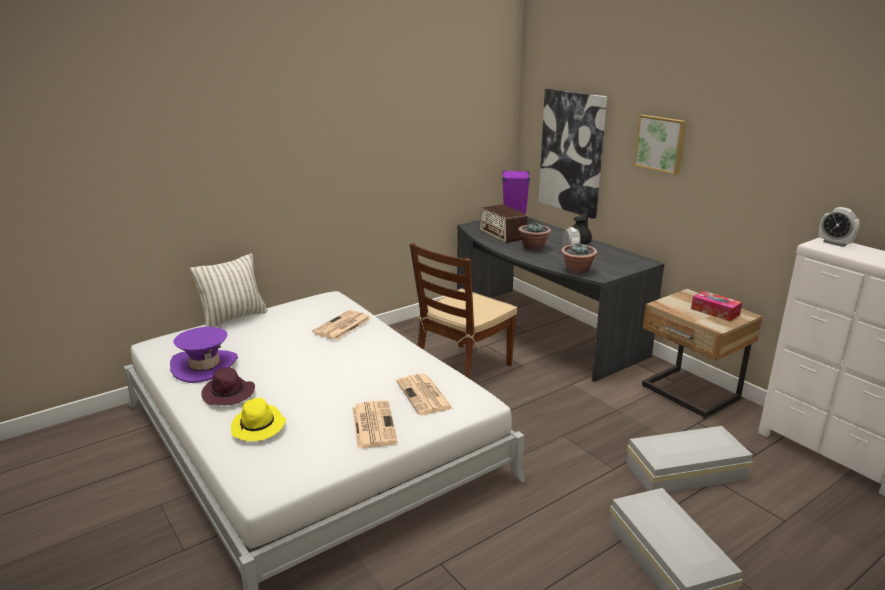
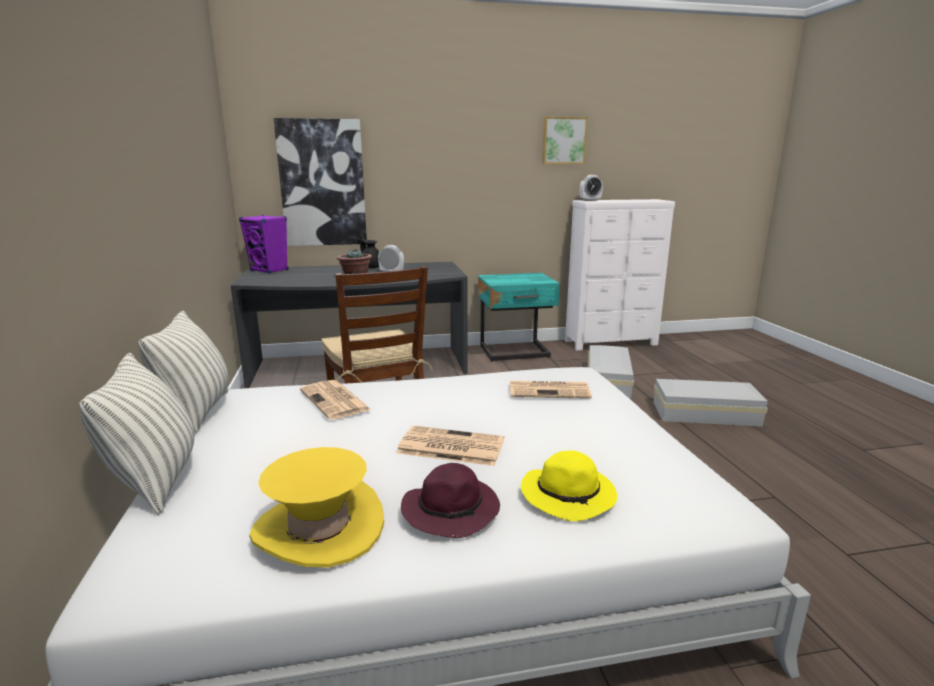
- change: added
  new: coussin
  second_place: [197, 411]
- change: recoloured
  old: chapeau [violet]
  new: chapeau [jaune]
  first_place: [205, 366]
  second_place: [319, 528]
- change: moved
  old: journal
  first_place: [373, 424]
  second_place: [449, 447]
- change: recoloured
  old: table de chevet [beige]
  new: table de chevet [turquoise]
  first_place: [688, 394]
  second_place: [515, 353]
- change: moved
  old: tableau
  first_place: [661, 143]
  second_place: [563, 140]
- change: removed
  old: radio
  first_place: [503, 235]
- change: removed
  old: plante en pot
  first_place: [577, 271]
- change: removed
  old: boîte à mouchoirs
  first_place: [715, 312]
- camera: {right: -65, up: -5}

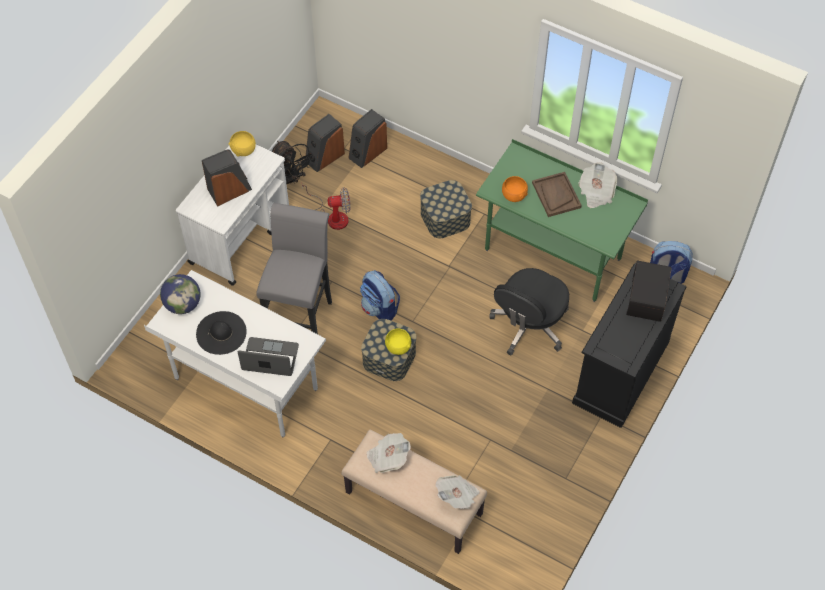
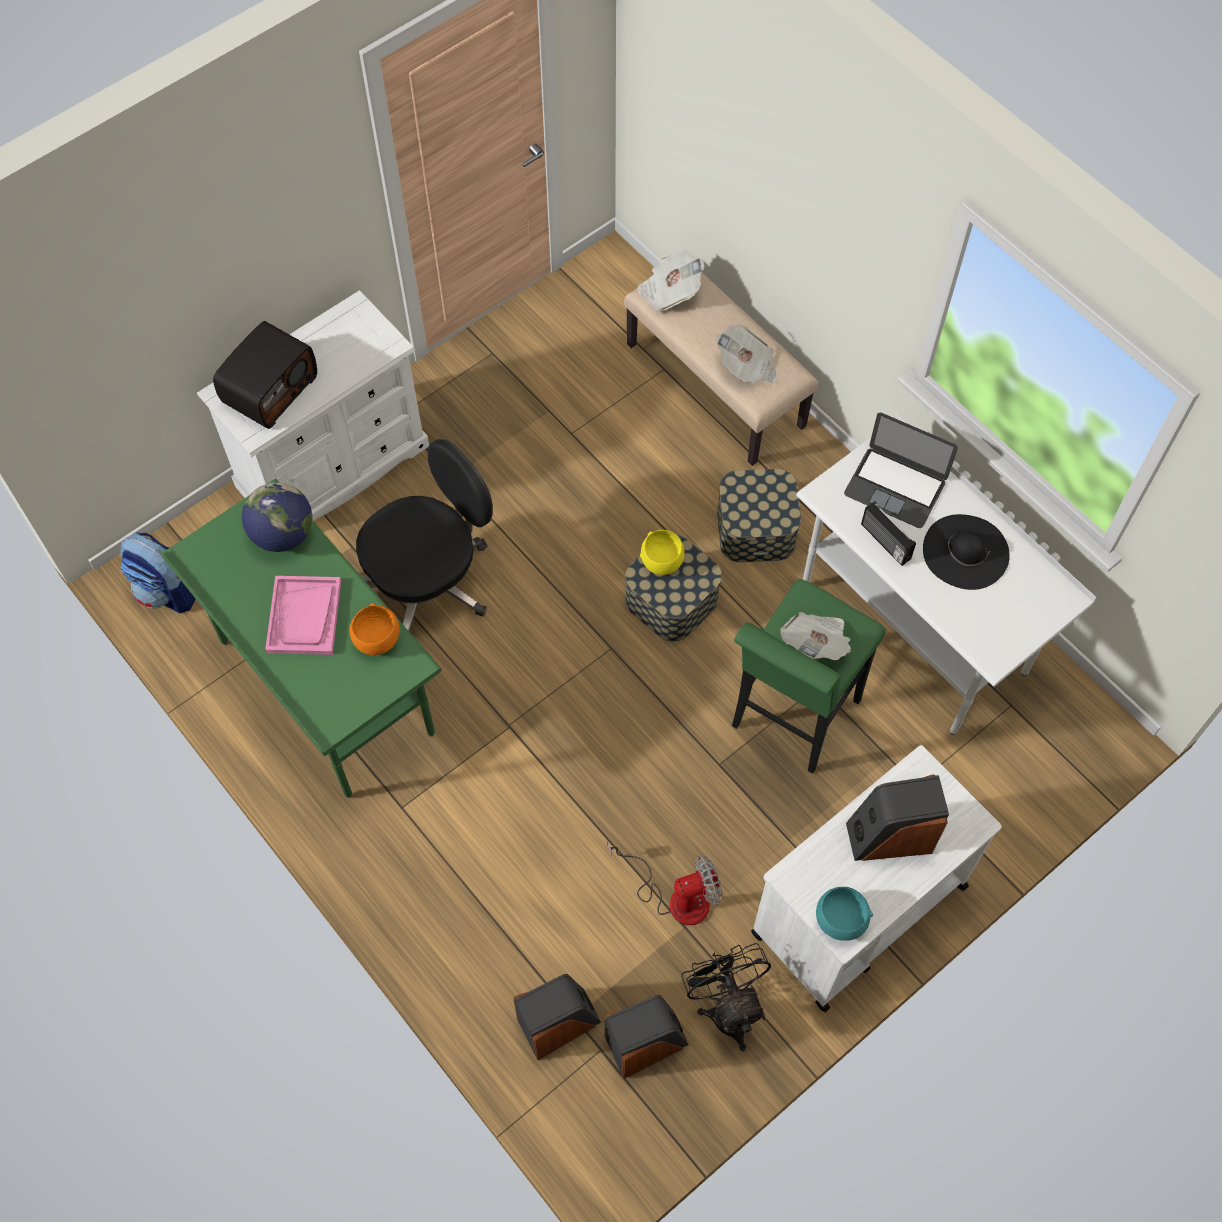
- change: recoloured
  old: commode [noir]
  new: commode [blanc]
  first_place: [620, 372]
  second_place: [333, 466]
- change: moved
  old: globe
  first_place: [183, 304]
  second_place: [283, 534]
- change: recoloured
  old: plateau [marron]
  new: plateau [rose]
  first_place: [556, 195]
  second_place: [304, 617]
- change: turned
  old: ventilateur
  first_place: [332, 216]
  second_place: [676, 897]
  degrees: 150
- change: moved
  old: boîte de rangement
  first_place: [445, 217]
  second_place: [756, 528]
- change: recoloured
  old: tabouret [gris]
  new: tabouret [vert]
  first_place: [301, 314]
  second_place: [790, 720]
- change: moved
  old: journal
  first_place: [596, 192]
  second_place: [816, 644]
- change: recoloured
  old: bol [jaune]
  new: bol [turquoise]
  first_place: [244, 150]
  second_place: [839, 920]
- change: added
  new: radio
  second_place: [884, 542]
- change: removed
  old: sac à dos
  first_place: [379, 308]
- camera: {right: -160, up: 5}

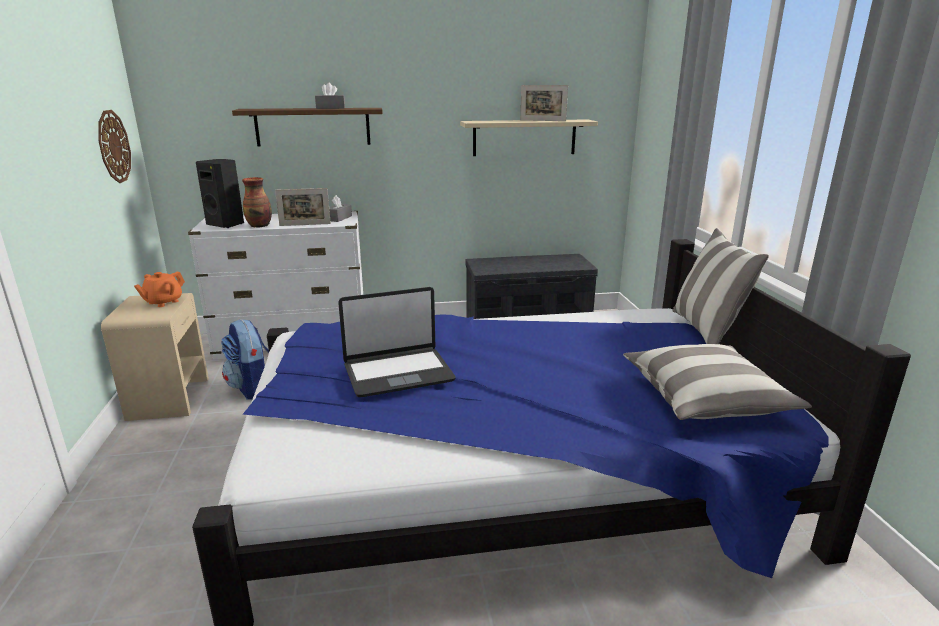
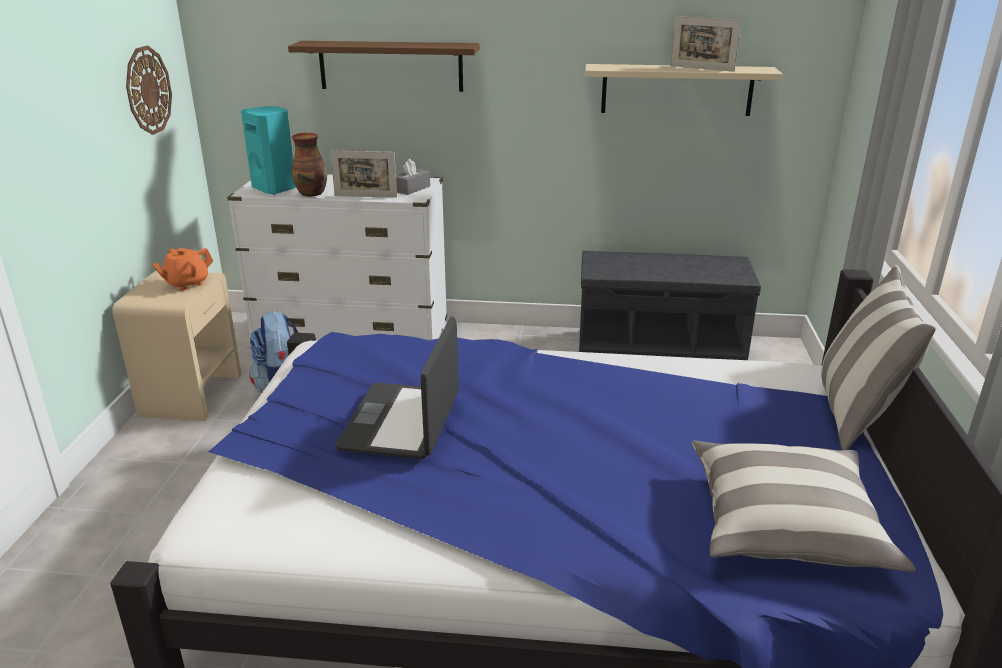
- change: recoloured
  old: enceinte [noir]
  new: enceinte [turquoise]
  first_place: [227, 224]
  second_place: [276, 188]
- change: turned
  old: ordinateur portable
  first_place: [398, 373]
  second_place: [402, 422]
  degrees: 105
- change: removed
  old: boîte à mouchoirs [gris]
  first_place: [330, 108]
- camera: {right: 15, up: 5}

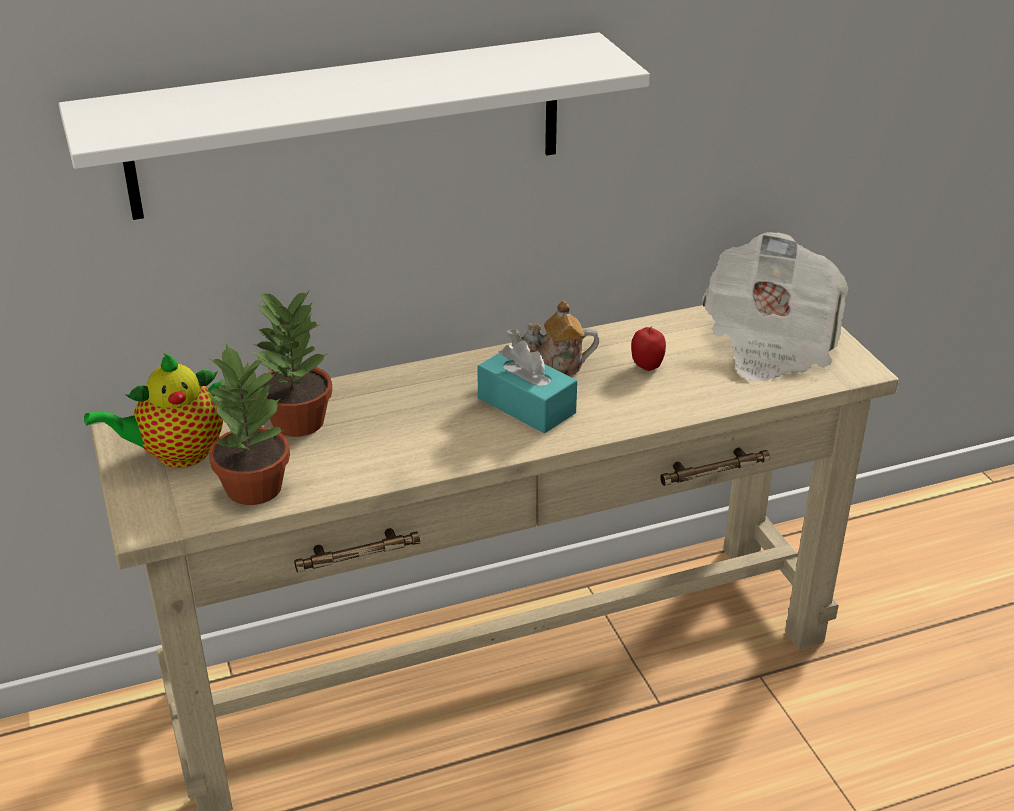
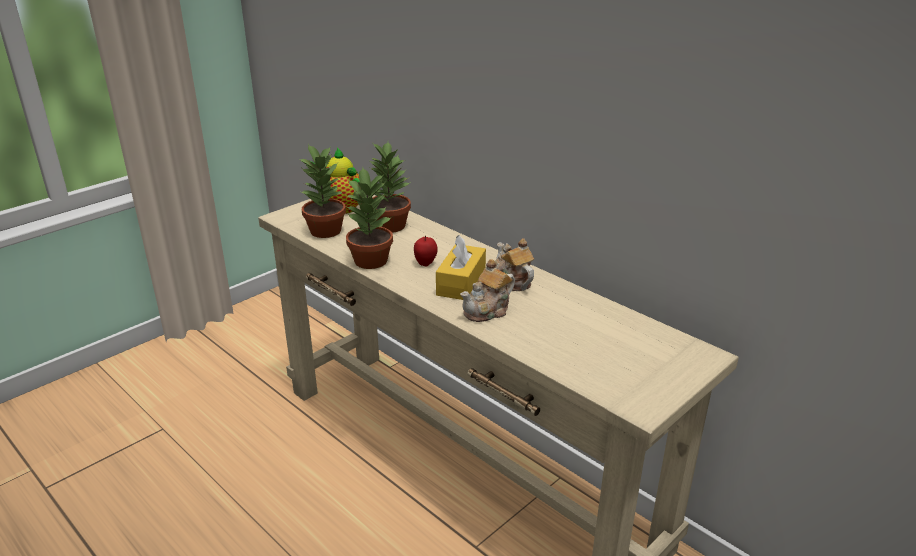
- change: added
  new: plante en pot
  second_place: [371, 260]
- change: moved
  old: pomme
  first_place: [647, 366]
  second_place: [425, 263]
- change: recoloured
  old: boîte à mouchoirs [turquoise]
  new: boîte à mouchoirs [jaune]
  first_place: [526, 405]
  second_place: [461, 283]
- change: added
  new: théière
  second_place: [488, 311]
- change: removed
  old: étagère [blanc]
  first_place: [348, 125]
- change: removed
  old: journal
  first_place: [769, 343]
- camera: {right: 65, up: -5}

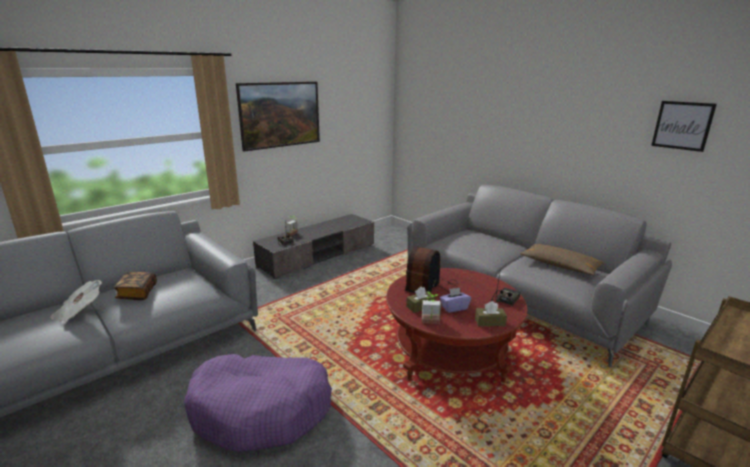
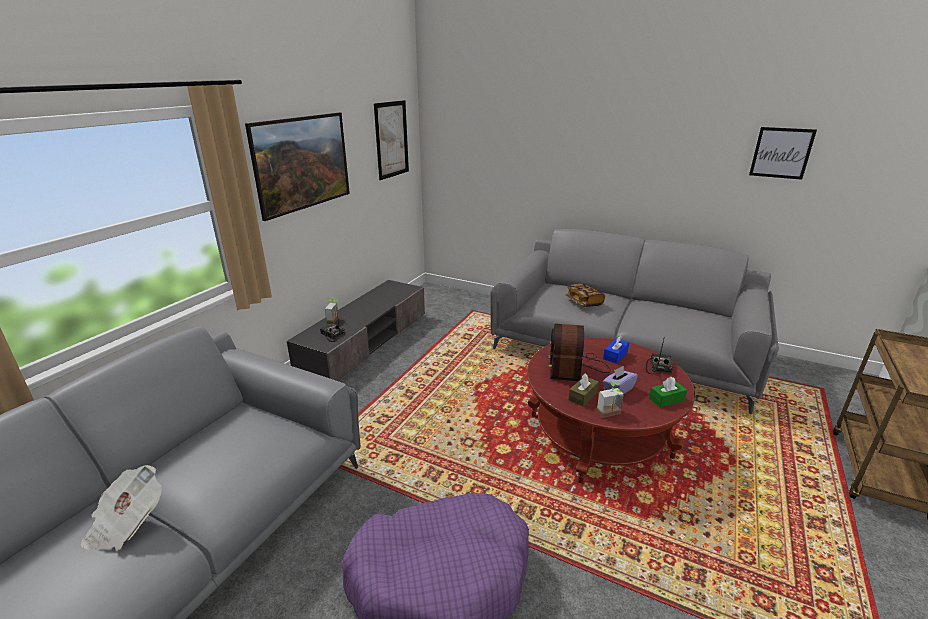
- change: added
  new: tableau
  second_place: [391, 139]
- change: moved
  old: livre
  first_place: [137, 293]
  second_place: [584, 302]
- change: added
  new: boîte à mouchoirs [bleu]
  second_place: [615, 356]
- change: recoloured
  old: boîte à mouchoirs [marron]
  new: boîte à mouchoirs [vert]
  first_place: [490, 322]
  second_place: [666, 399]
- change: removed
  old: coussin [marron]
  first_place: [560, 266]
- camera: {right: -20, up: 5}

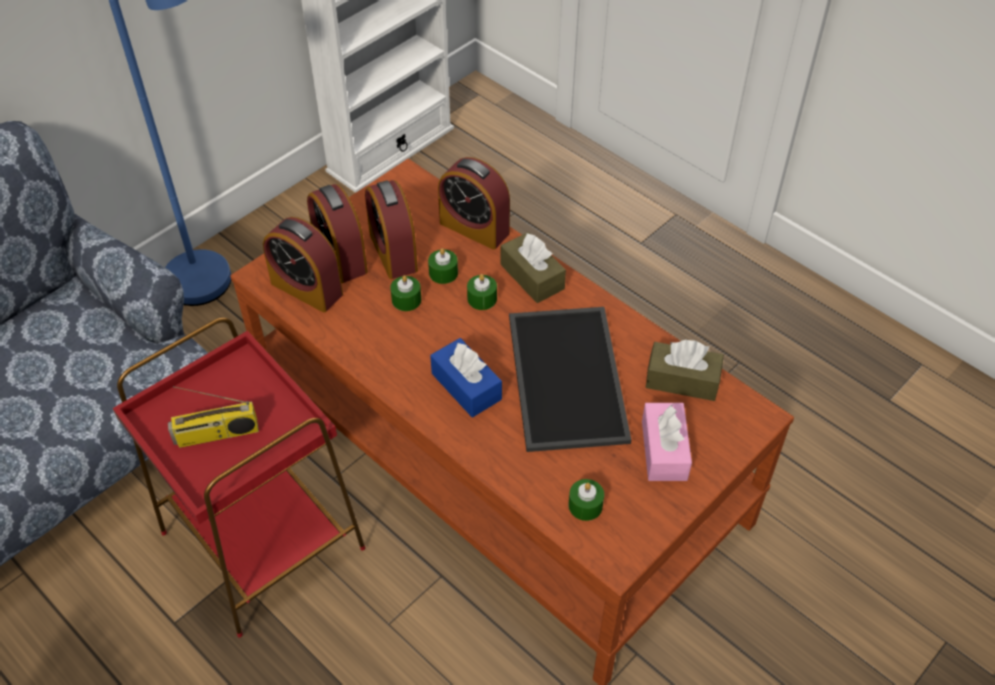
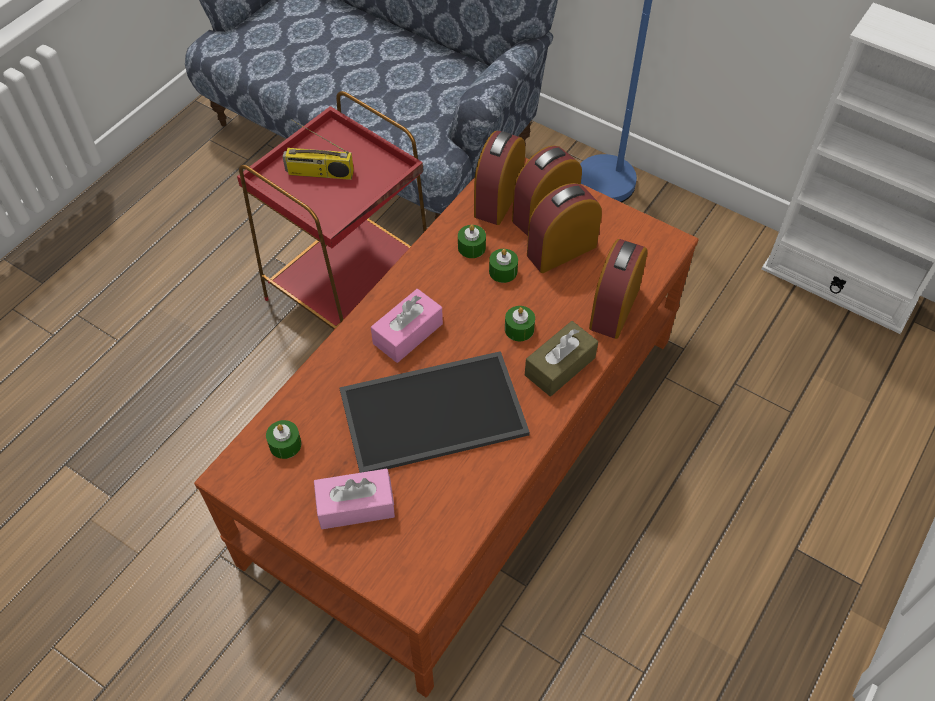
- change: turned
  old: radio
  first_place: [216, 435]
  second_place: [319, 173]
  degrees: -60
- change: recoloured
  old: boîte à mouchoirs [bleu]
  new: boîte à mouchoirs [rose]
  first_place: [466, 386]
  second_place: [408, 333]
- change: moved
  old: bougie [vert]
  first_place: [443, 273]
  second_place: [471, 247]
- change: removed
  old: boîte à mouchoirs [marron]
  first_place: [682, 380]
- camera: {right: 80, up: 5}

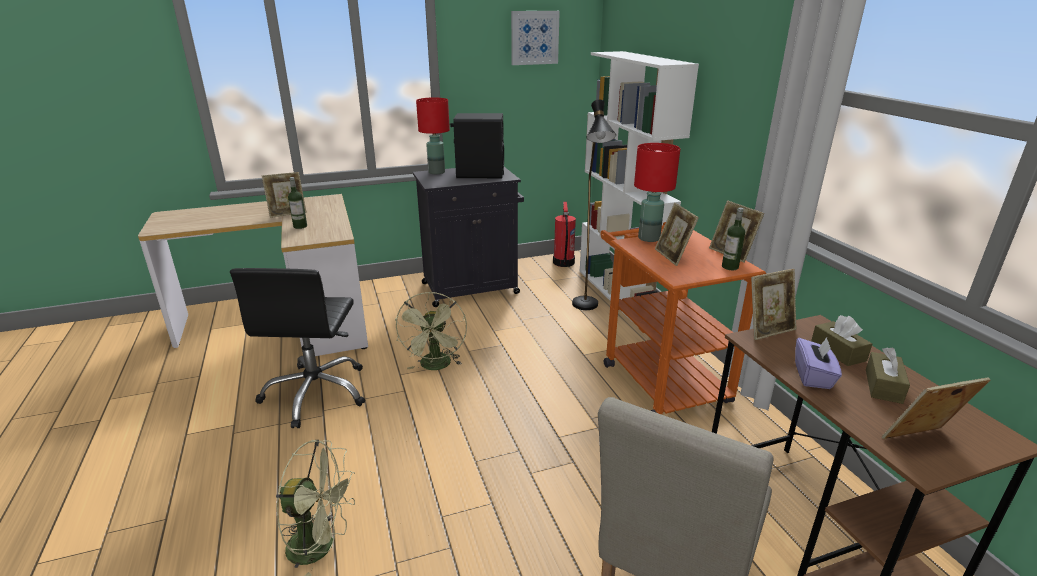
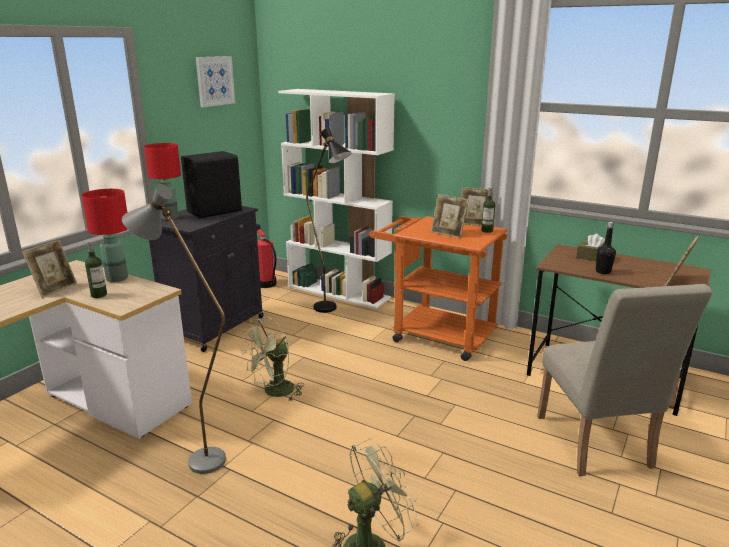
- change: moved
  old: lampe de table [rouge]
  first_place: [649, 238]
  second_place: [117, 278]
- change: replaced
  old: chaise de bureau [noir]
  new: lampadaire [gris]
  first_place: [316, 393]
  second_place: [195, 458]
- change: turned
  old: ventilateur [vert]
  first_place: [436, 366]
  second_place: [274, 392]
  degrees: 90
- change: replaced
  old: boîte à mouchoirs [violet]
  new: bouteille [noir]
  first_place: [813, 376]
  second_place: [603, 272]
- change: removed
  old: cadre photo
  first_place: [768, 330]
- change: removed
  old: boîte à mouchoirs [marron]
  first_place: [883, 386]
- camera: {right: -40, up: -5}

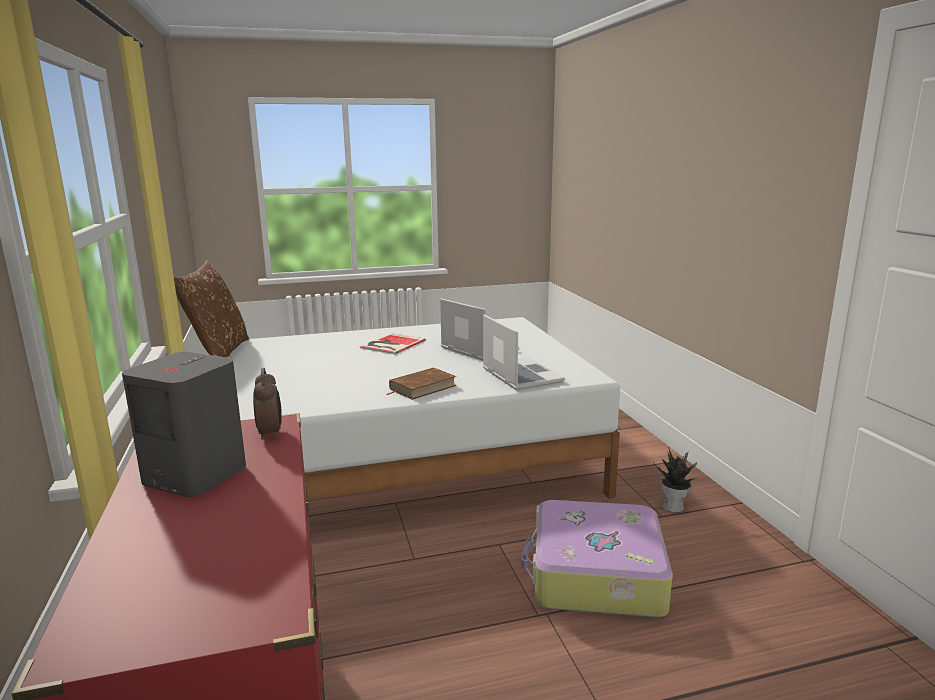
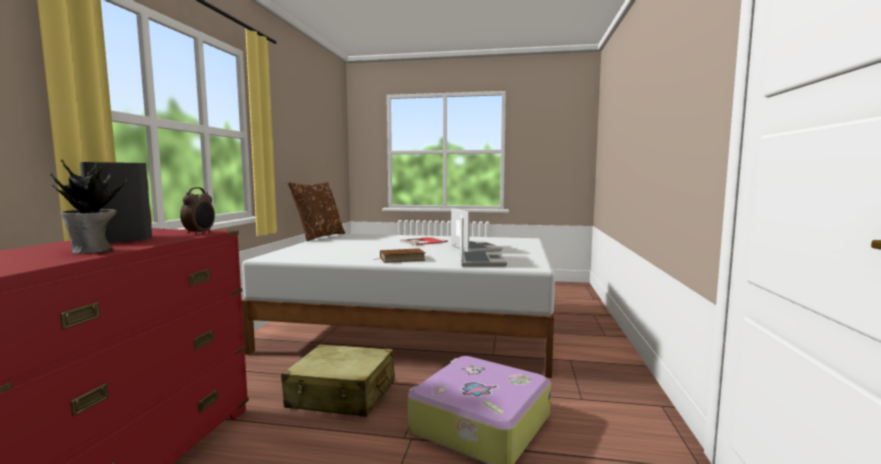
- change: moved
  old: plante en pot
  first_place: [673, 507]
  second_place: [93, 251]
- change: added
  new: valise [beige]
  second_place: [342, 395]
- camera: {right: 25, up: -10}

